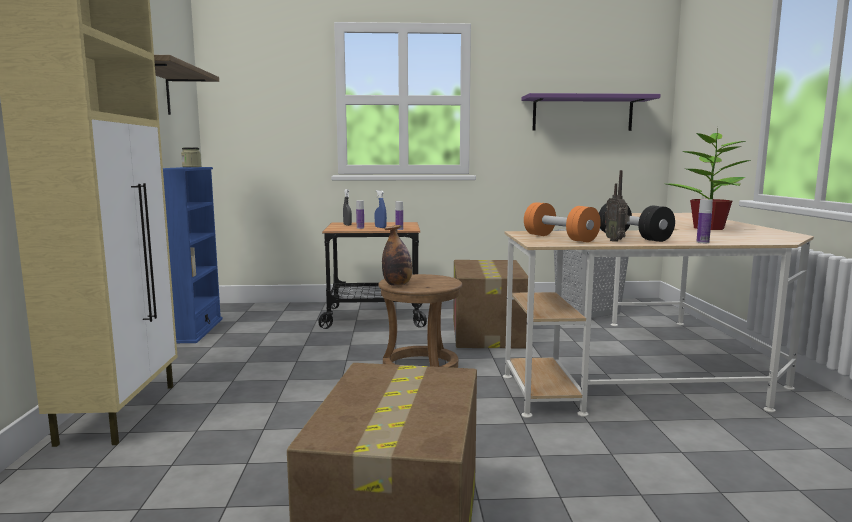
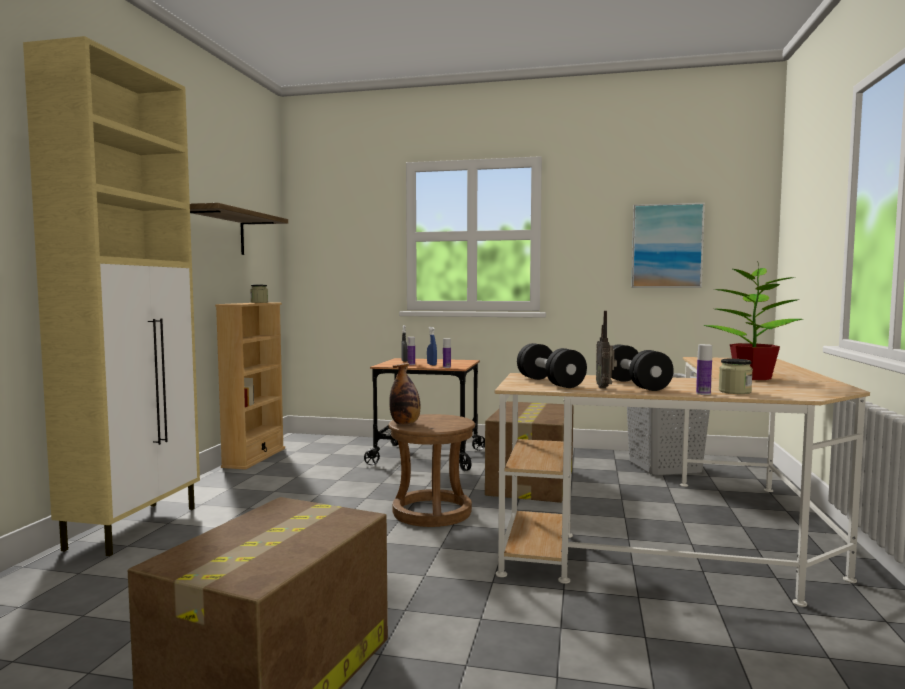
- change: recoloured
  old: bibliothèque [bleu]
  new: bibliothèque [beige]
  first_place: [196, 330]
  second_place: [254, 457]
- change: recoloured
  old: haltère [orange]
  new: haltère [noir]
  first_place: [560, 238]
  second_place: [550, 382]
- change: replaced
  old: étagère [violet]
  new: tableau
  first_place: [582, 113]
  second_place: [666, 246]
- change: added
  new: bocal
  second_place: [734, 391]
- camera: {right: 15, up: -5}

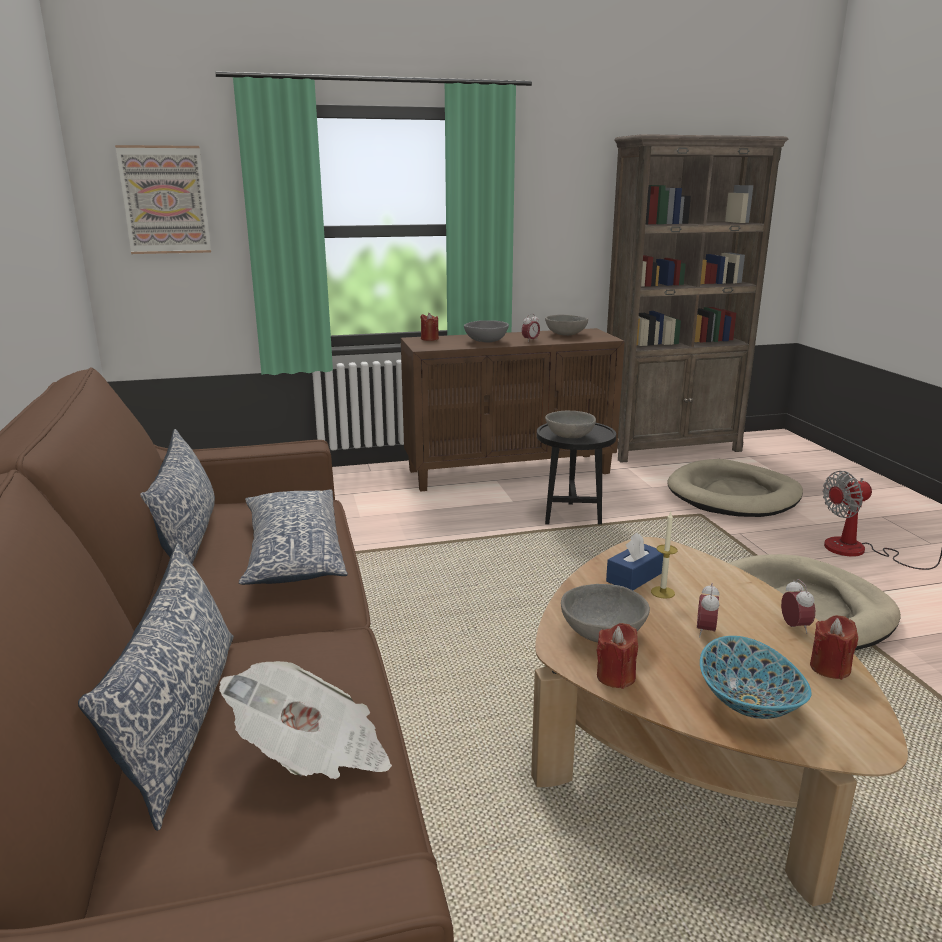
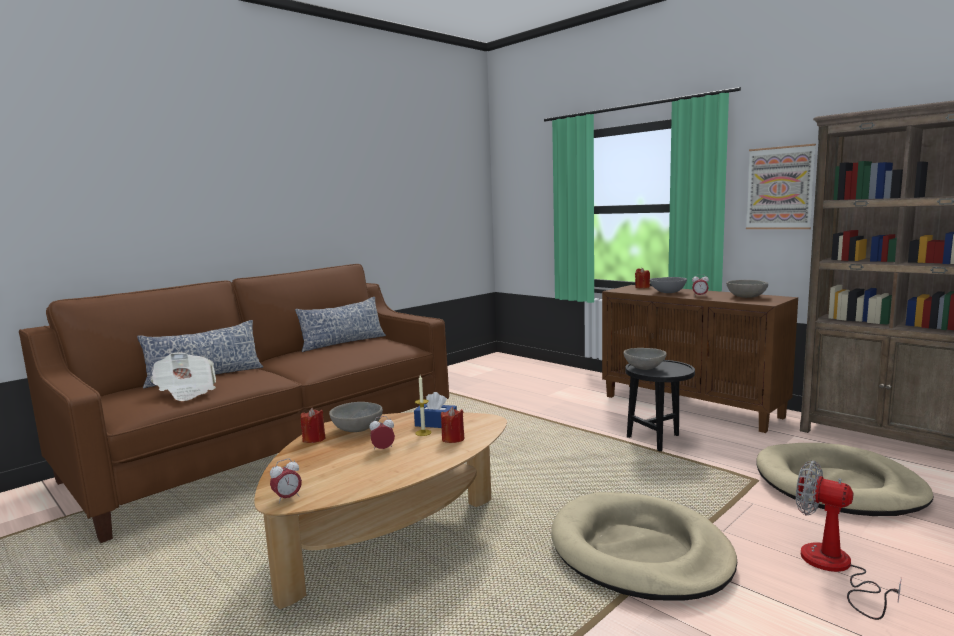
- change: moved
  old: réveil
  first_place: [794, 627]
  second_place: [287, 498]
- change: moved
  old: bougie [rouge]
  first_place: [829, 668]
  second_place: [453, 439]
- change: moved
  old: tableau
  first_place: [165, 200]
  second_place: [780, 188]
- change: removed
  old: coussin
  first_place: [293, 553]
- change: removed
  old: bol
  first_place: [748, 702]
- camera: {right: 60, up: -10}

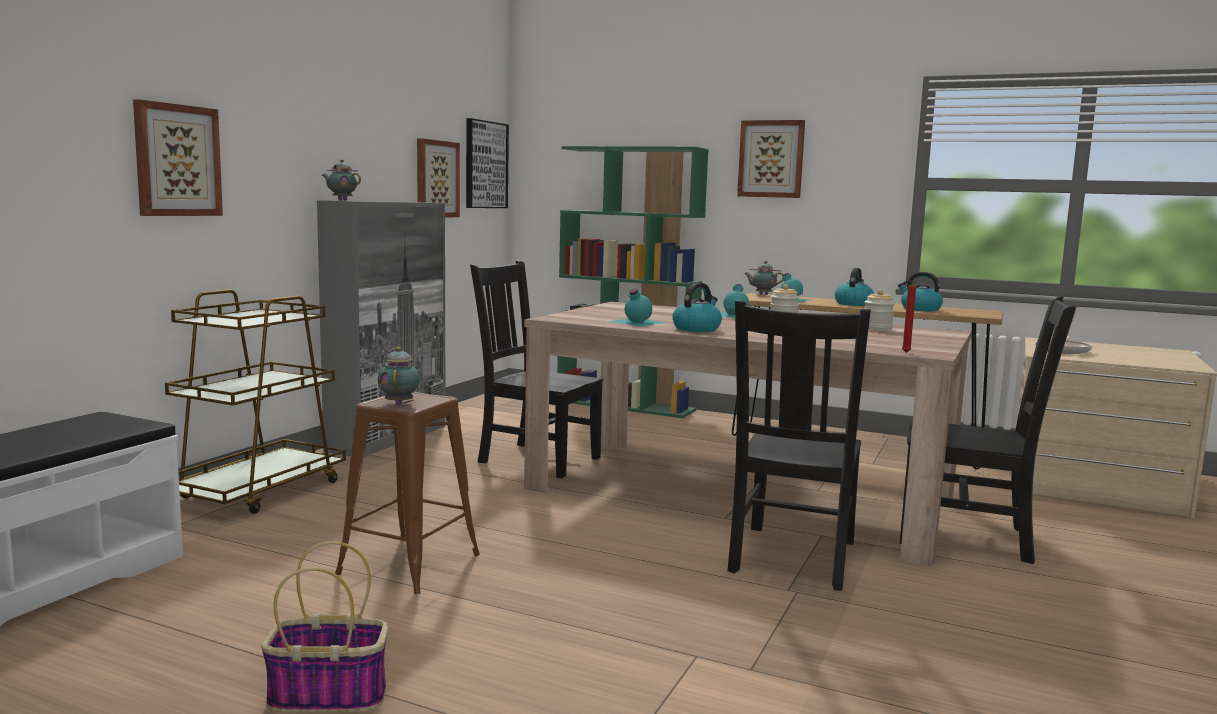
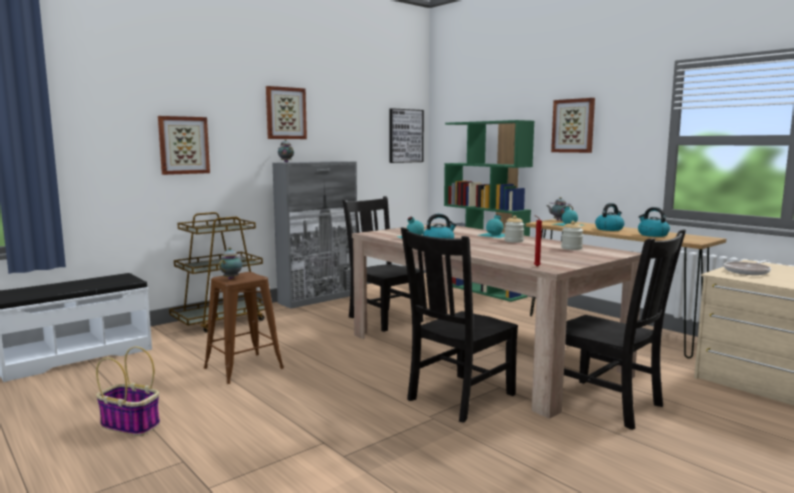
- change: moved
  old: tableau
  first_place: [436, 179]
  second_place: [285, 113]
- camera: {right: 25, up: 0}

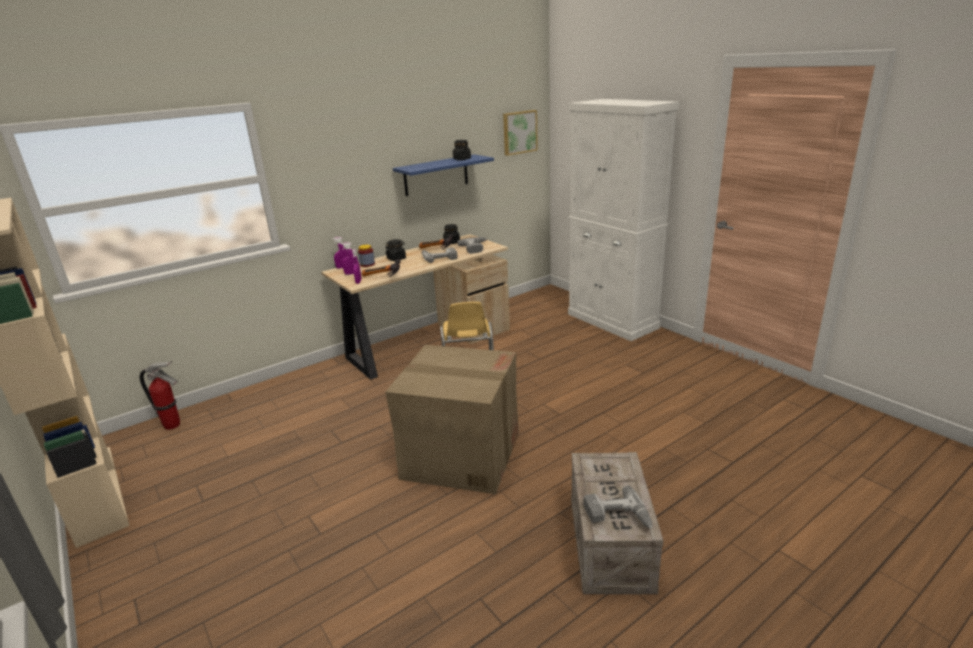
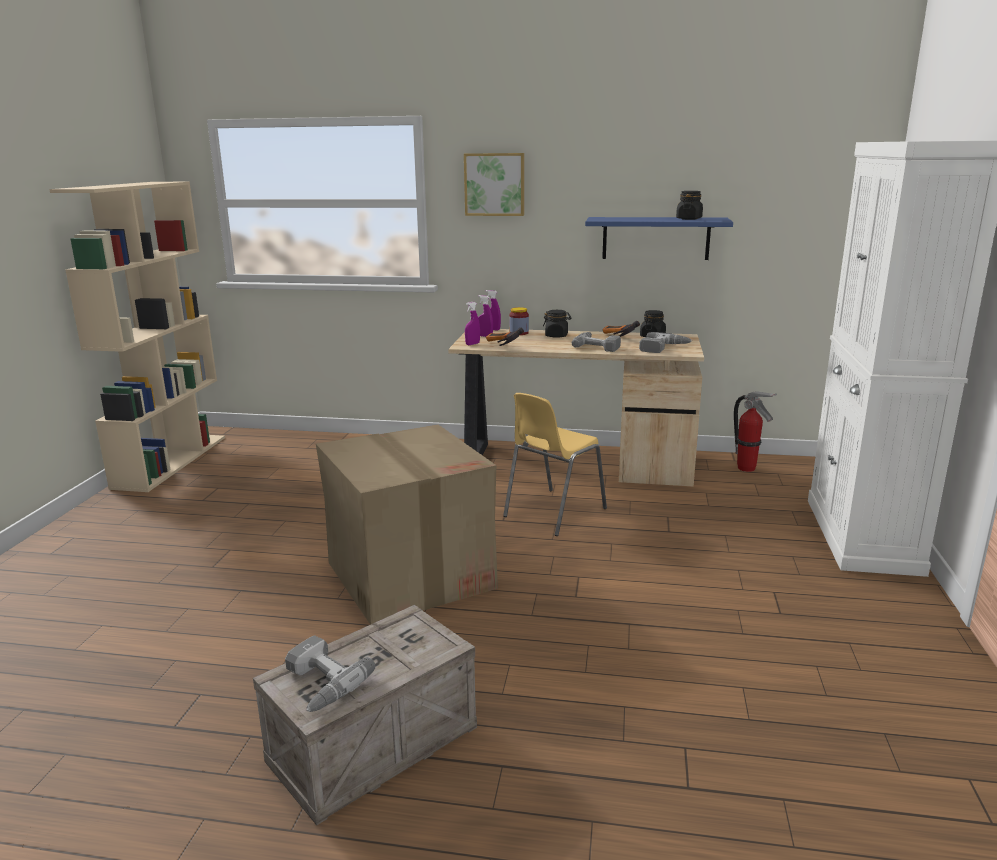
- change: moved
  old: tableau
  first_place: [519, 132]
  second_place: [494, 184]
- change: moved
  old: extincteur
  first_place: [173, 425]
  second_place: [747, 469]
- camera: {right: 45, up: -5}

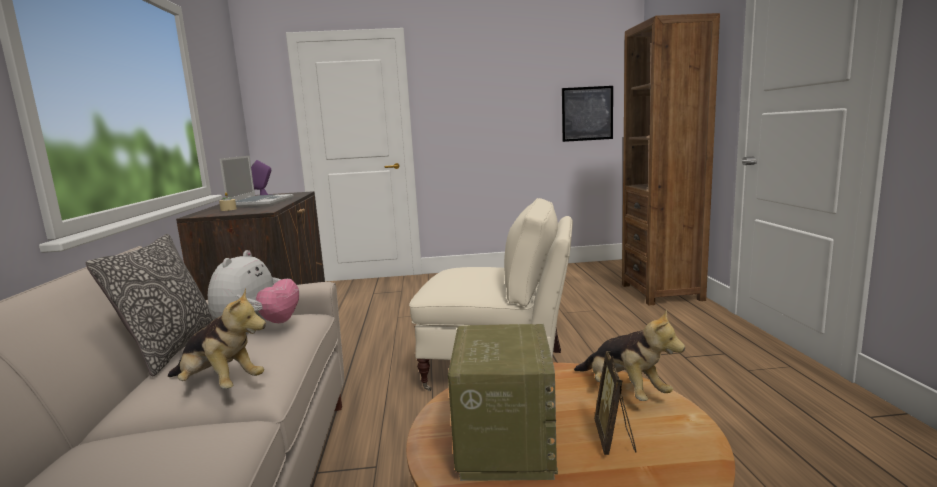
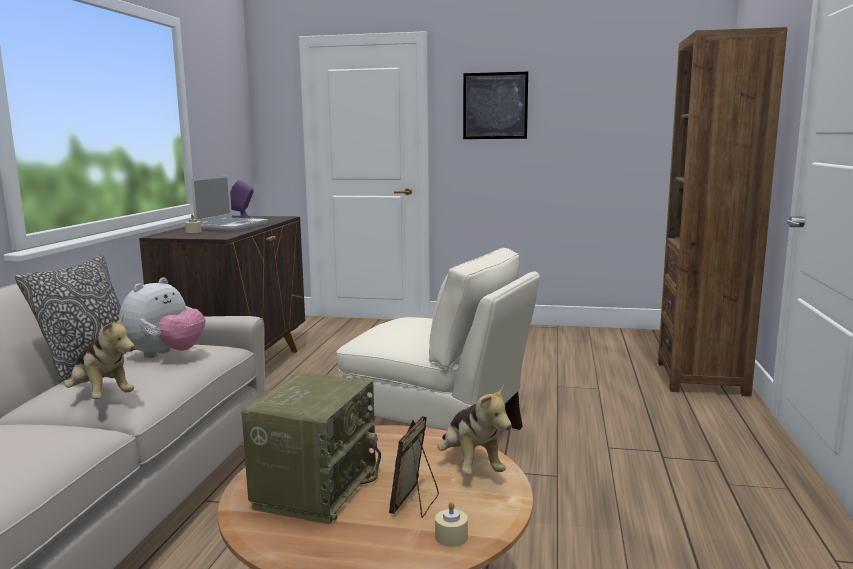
- change: added
  new: bougie [beige]
  second_place: [451, 537]
- change: moved
  old: tableau
  first_place: [587, 113]
  second_place: [495, 106]
- camera: {right: 15, up: 0}

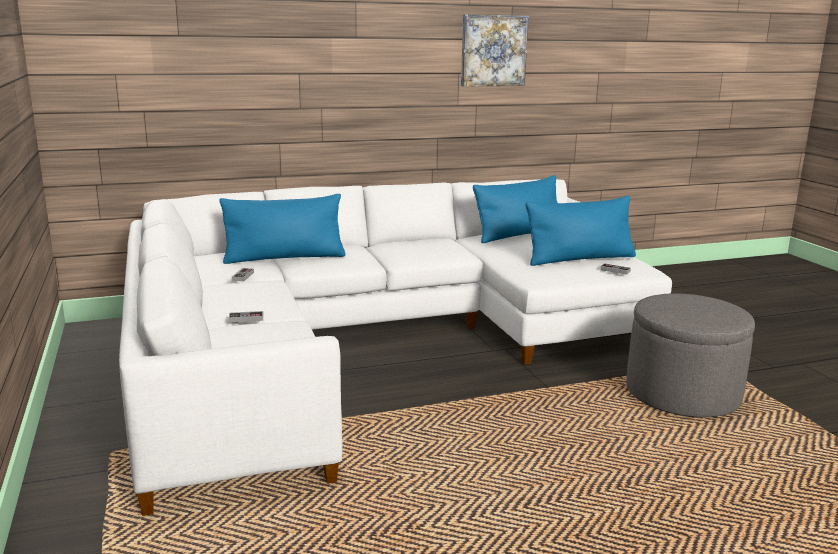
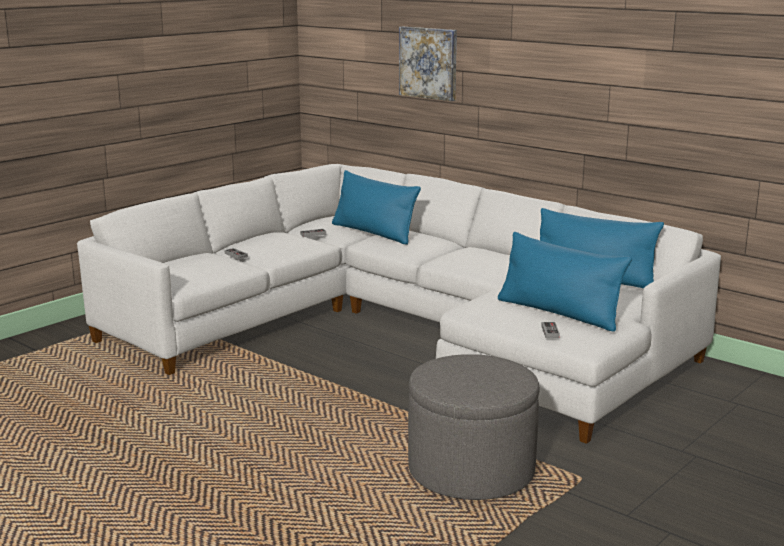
- change: moved
  old: tableau
  first_place: [493, 50]
  second_place: [429, 63]
- camera: {right: 60, up: 0}

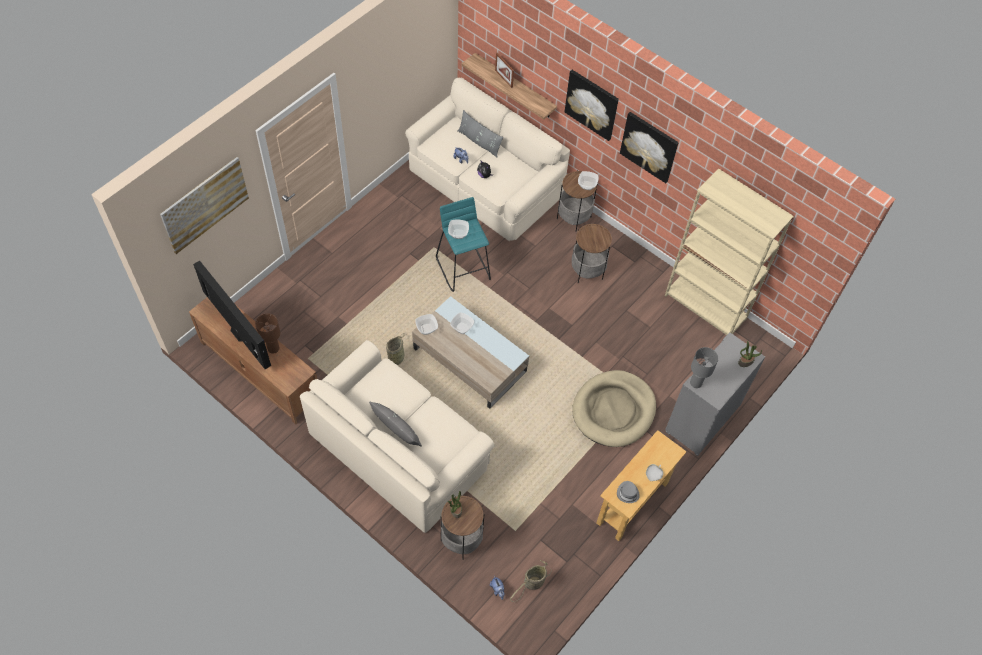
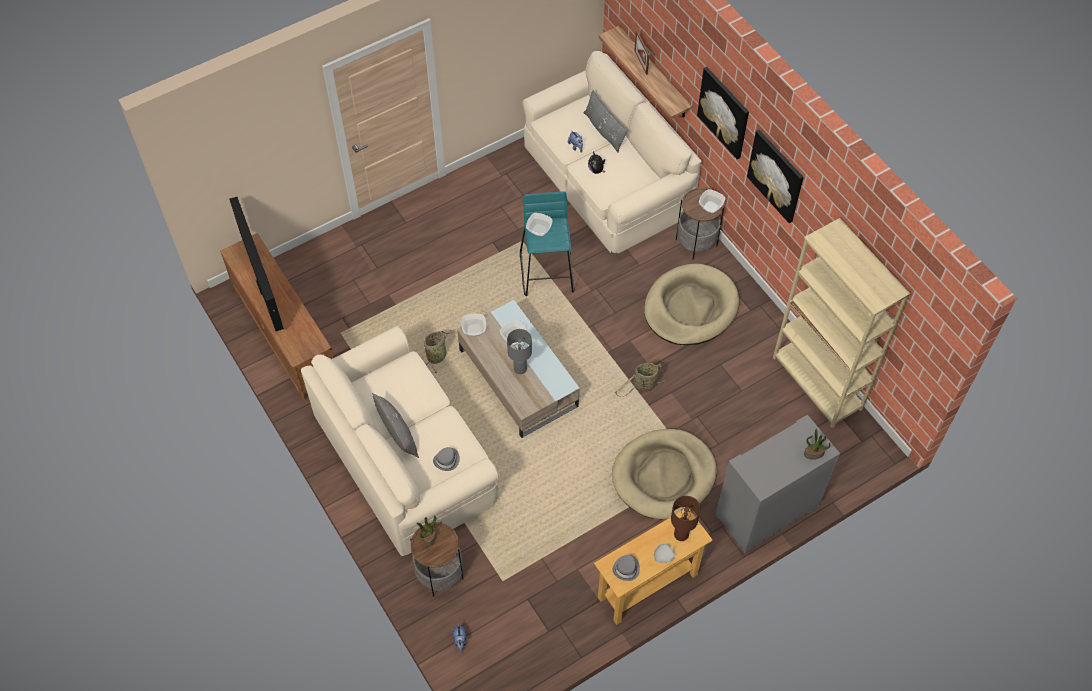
- change: added
  new: chapeau [gris]
  second_place: [447, 460]
- change: moved
  old: lampe de table [gris]
  first_place: [696, 382]
  second_place: [520, 368]
- change: moved
  old: panier
  first_place: [532, 583]
  second_place: [643, 386]
- change: replaced
  old: table d'appoint
  new: panier pour chien [beige]
  first_place: [587, 270]
  second_place: [690, 308]
- change: moved
  old: lampe de table [marron]
  first_place: [273, 348]
  second_place: [680, 534]
- change: removed
  old: tableau
  first_place: [205, 204]
- camera: {right: 20, up: 0}

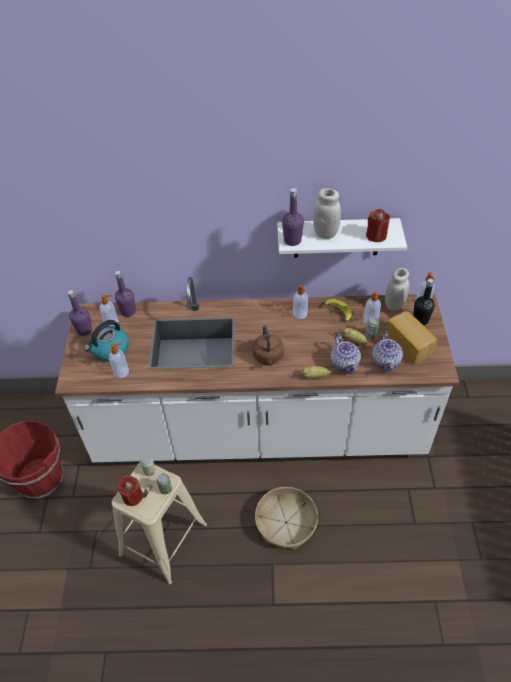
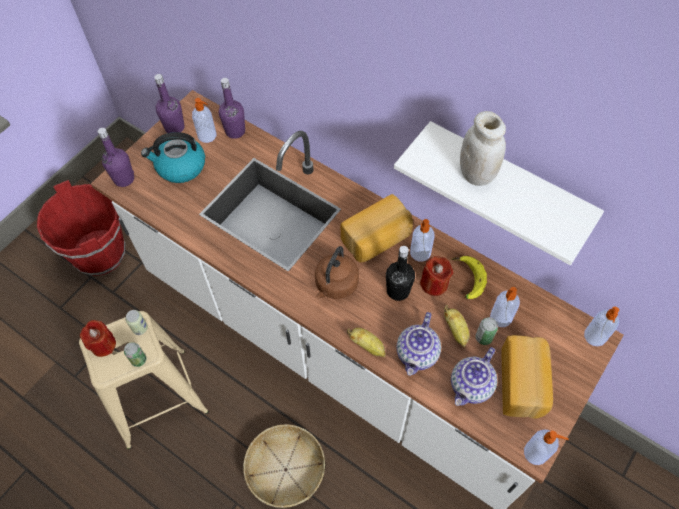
- change: moved
  old: bouteille [violet]
  first_place: [292, 240]
  second_place: [124, 179]
- change: added
  new: pain
  second_place: [377, 239]
- change: moved
  old: bouteille [noir]
  first_place: [420, 320]
  second_place: [398, 291]
- change: moved
  old: bougie [rouge]
  first_place: [376, 235]
  second_place: [434, 284]
- change: moved
  old: distributeur de savon
  first_place: [122, 372]
  second_place: [536, 453]
- change: removed
  old: bocal [blanc]
  first_place: [394, 305]
- camera: {right: 35, up: 10}

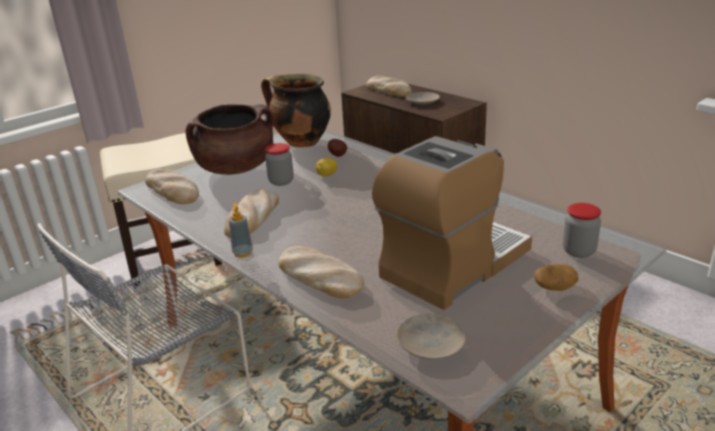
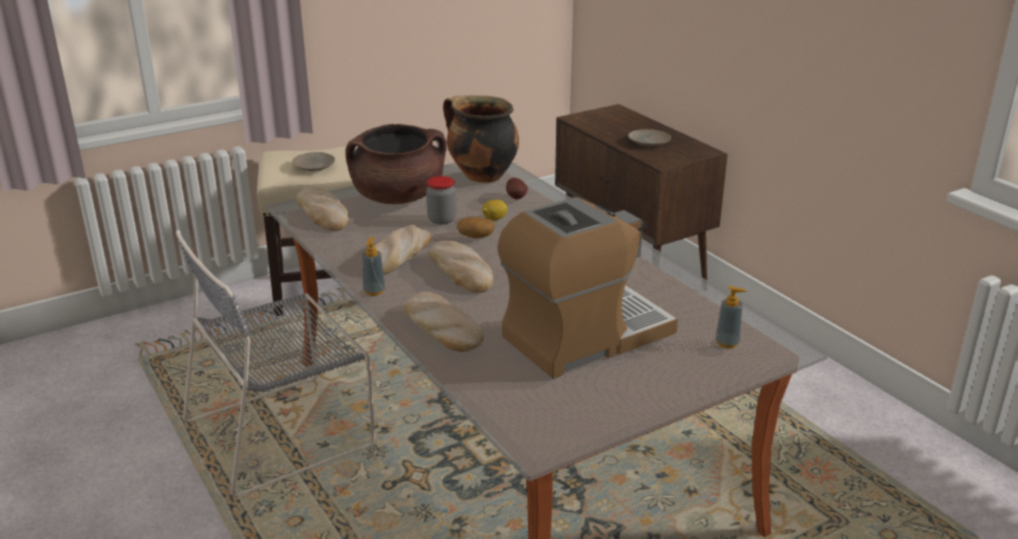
- change: moved
  old: assiette [beige]
  first_place: [430, 343]
  second_place: [314, 166]
- change: moved
  old: pain
  first_place: [389, 90]
  second_place: [462, 271]
- change: moved
  old: pomme de terre
  first_place: [554, 287]
  second_place: [475, 236]
- change: replaced
  old: bocal
  new: distributeur de savon
  first_place: [579, 251]
  second_place: [727, 343]
- camera: {right: 10, up: 0}

